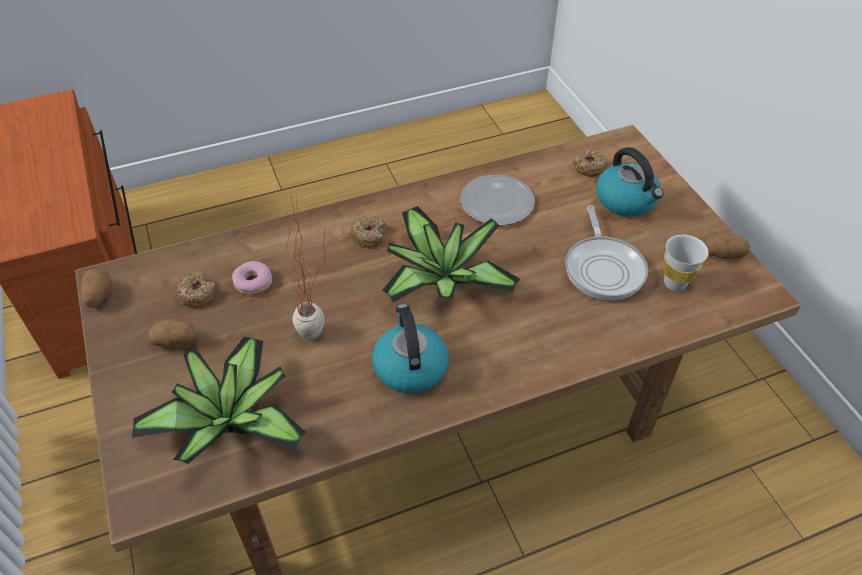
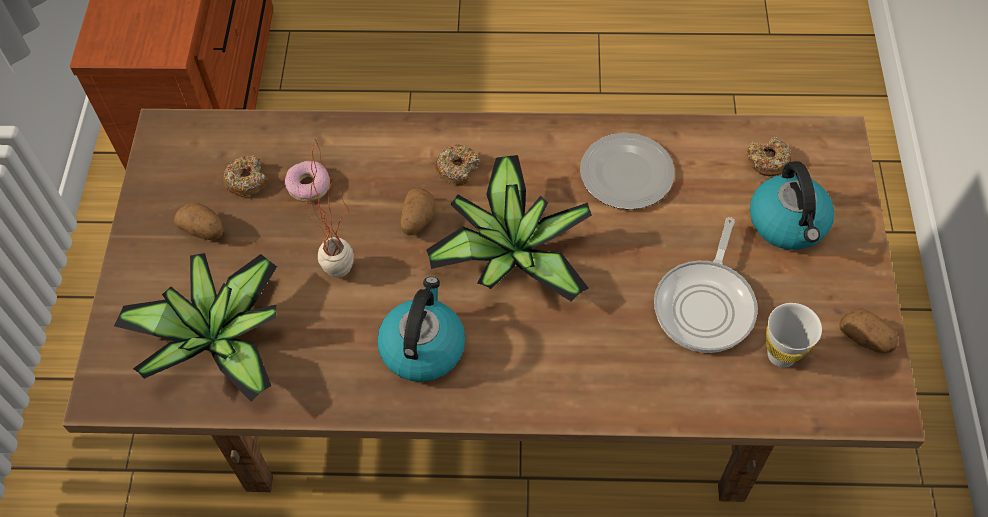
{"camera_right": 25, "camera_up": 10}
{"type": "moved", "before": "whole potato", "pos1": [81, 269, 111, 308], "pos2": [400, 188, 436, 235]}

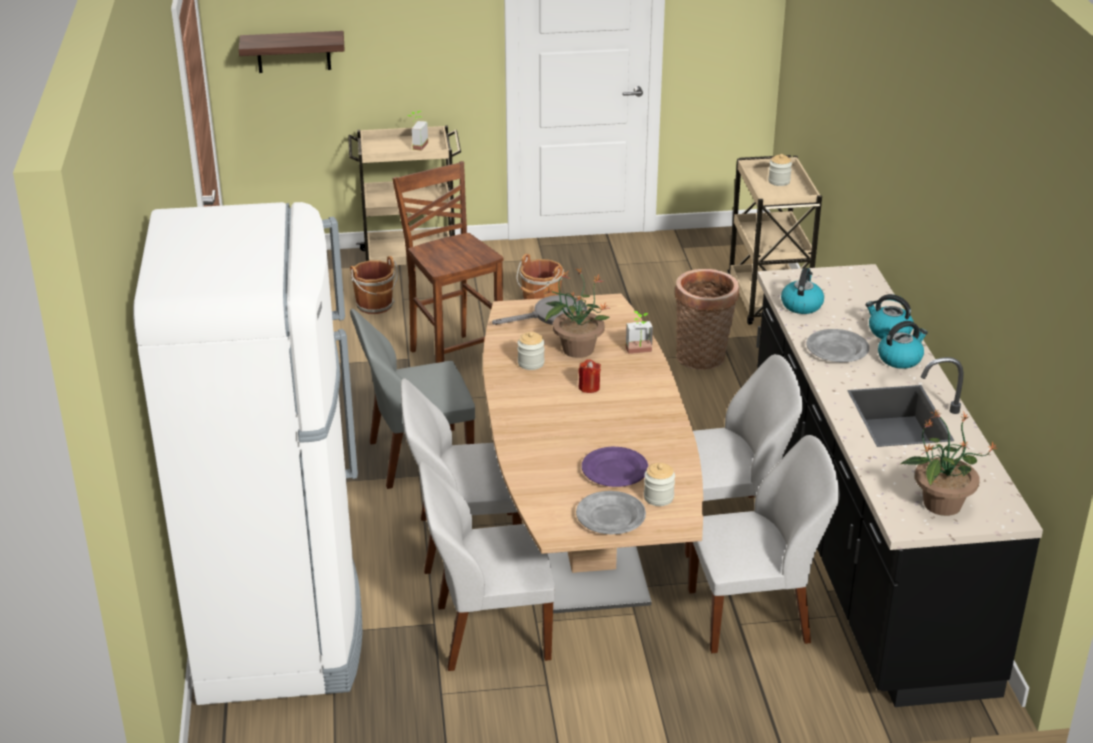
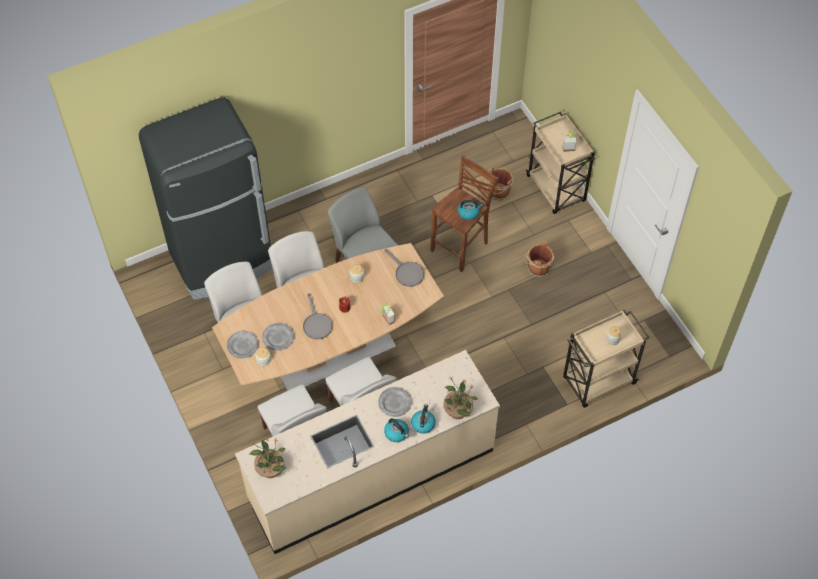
{"camera_right": 70, "camera_up": 25}
{"type": "removed", "before": "bracket shelf", "pos1": [238, 31, 345, 73]}
{"type": "removed", "before": "basket", "pos1": [675, 269, 739, 370]}
{"type": "added", "after": "frying pan (grey)", "pos2": [303, 293, 332, 340]}
{"type": "moved", "before": "potted plant", "pos1": [543, 268, 610, 358], "pos2": [443, 378, 478, 419]}
{"type": "moved", "before": "water kettle", "pos1": [781, 268, 824, 314], "pos2": [458, 200, 483, 220]}
{"type": "recoloured", "before": "fridge (white-coloured)", "after": "fridge (black)", "pos1": [133, 202, 363, 705], "pos2": [139, 97, 272, 300]}
{"type": "recoloured", "before": "plate (purple)", "after": "plate (grey)", "pos1": [582, 447, 648, 487], "pos2": [262, 323, 294, 351]}
{"type": "recoloured", "before": "counter (black)", "after": "counter (beige-coloured)", "pos1": [756, 264, 1043, 707], "pos2": [235, 350, 500, 554]}

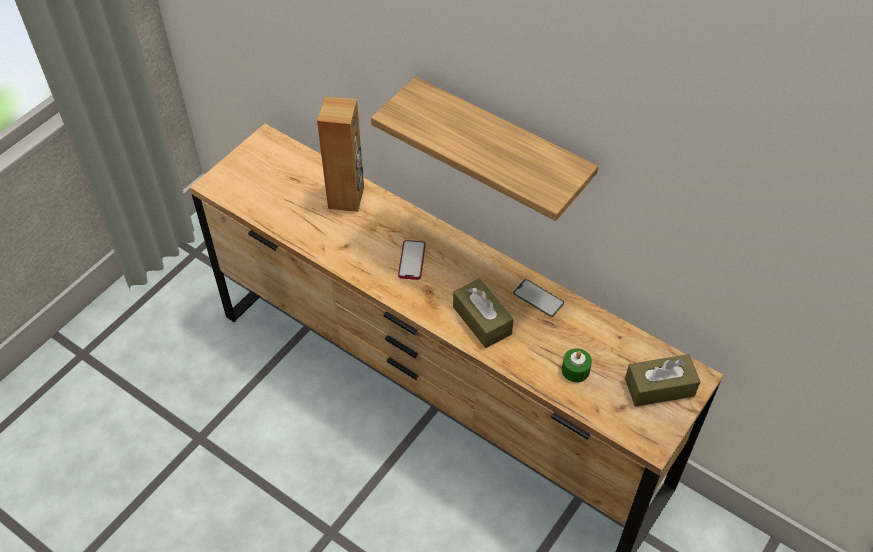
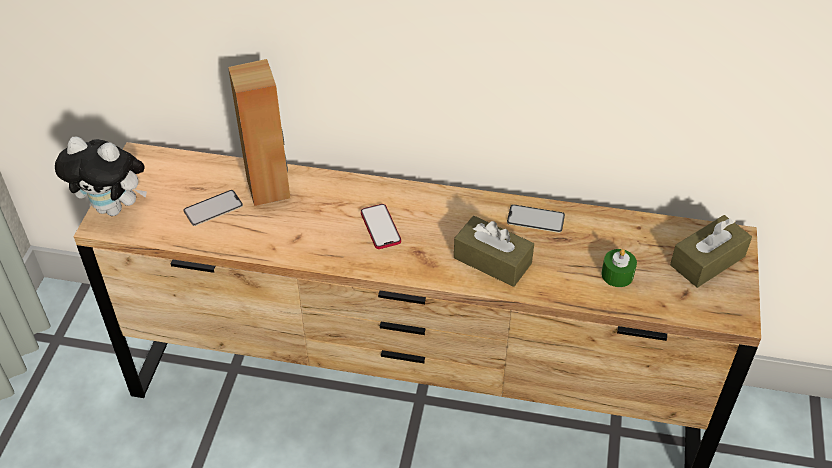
{"camera_right": -25, "camera_up": -5}
{"type": "removed", "before": "bracket shelf", "pos1": [371, 77, 598, 221]}
{"type": "added", "after": "soft toy", "pos2": [55, 137, 147, 216]}
{"type": "added", "after": "phone", "pos2": [184, 190, 243, 226]}

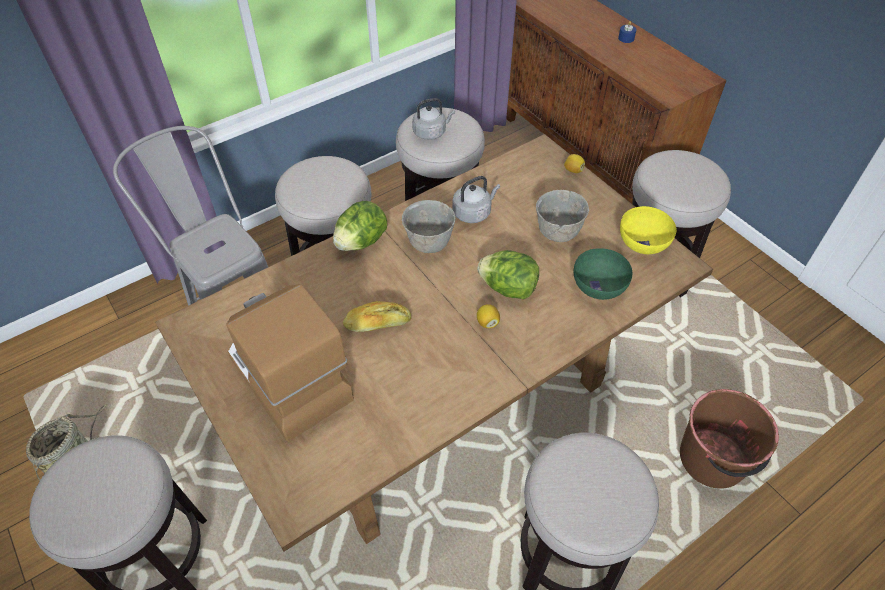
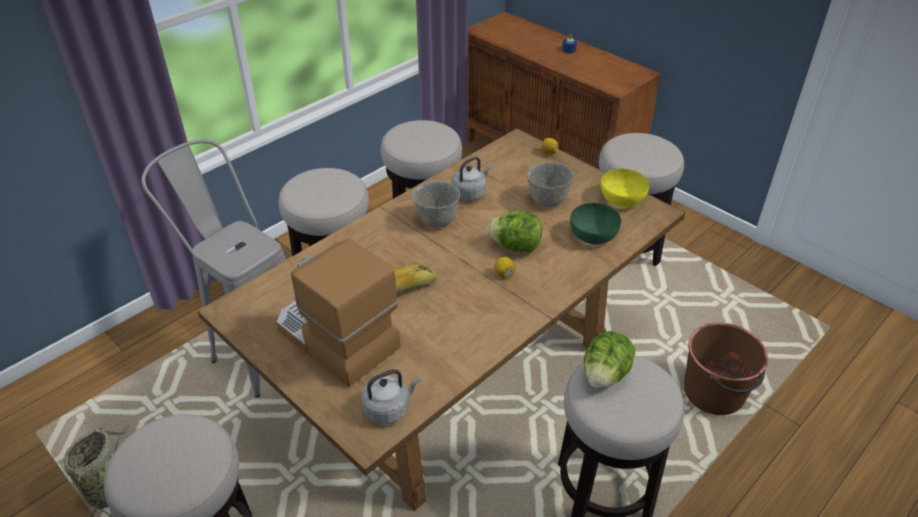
{"camera_right": -10, "camera_up": -10}
{"type": "moved", "before": "lettuce", "pos1": [333, 201, 387, 251], "pos2": [584, 331, 635, 388]}
{"type": "moved", "before": "water kettle (grey)", "pos1": [412, 98, 455, 140], "pos2": [361, 369, 421, 424]}

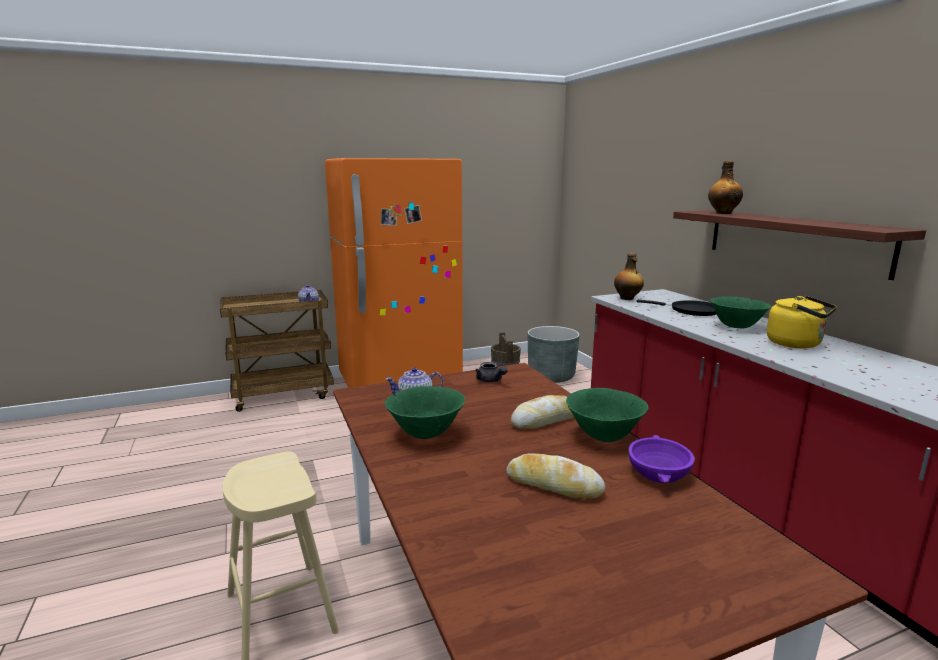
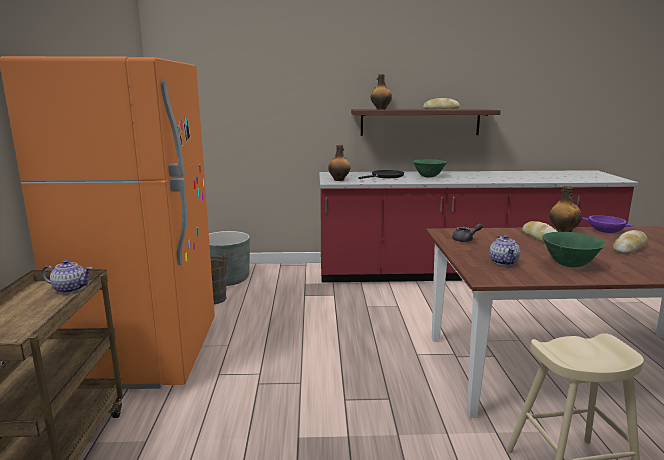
{"camera_right": -70, "camera_up": 0}
{"type": "removed", "before": "water kettle (yellow)", "pos1": [767, 296, 837, 349]}
{"type": "added", "after": "bakery bread", "pos2": [423, 98, 460, 109]}
{"type": "replaced", "before": "serving bowl (greenish)", "after": "drink bottle", "pos1": [566, 388, 649, 442], "pos2": [549, 185, 582, 232]}

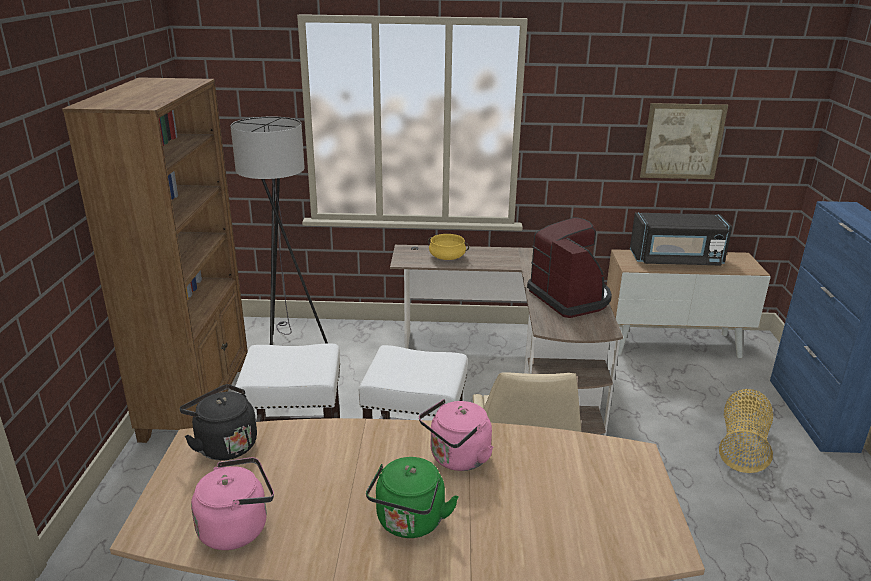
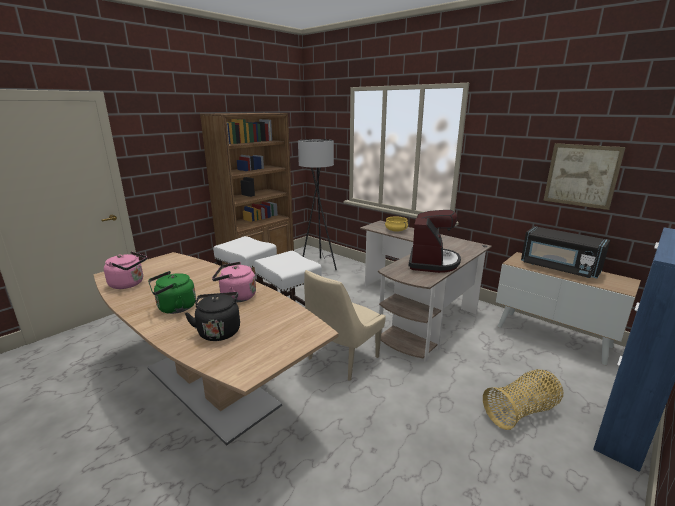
{"camera_right": 40, "camera_up": -5}
{"type": "moved", "before": "water kettle (black)", "pos1": [180, 384, 257, 461], "pos2": [184, 292, 240, 341]}

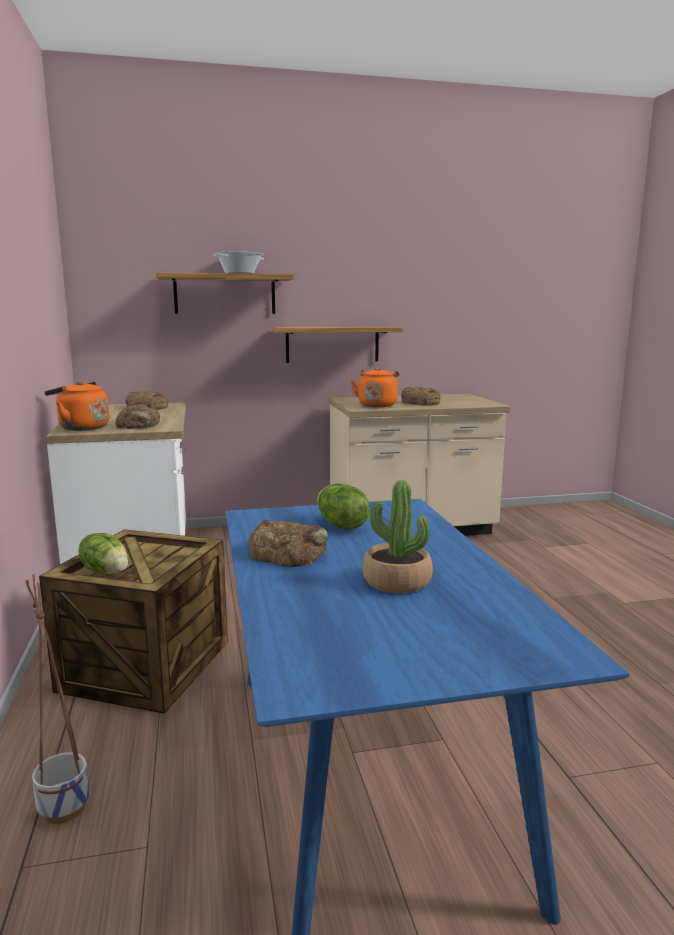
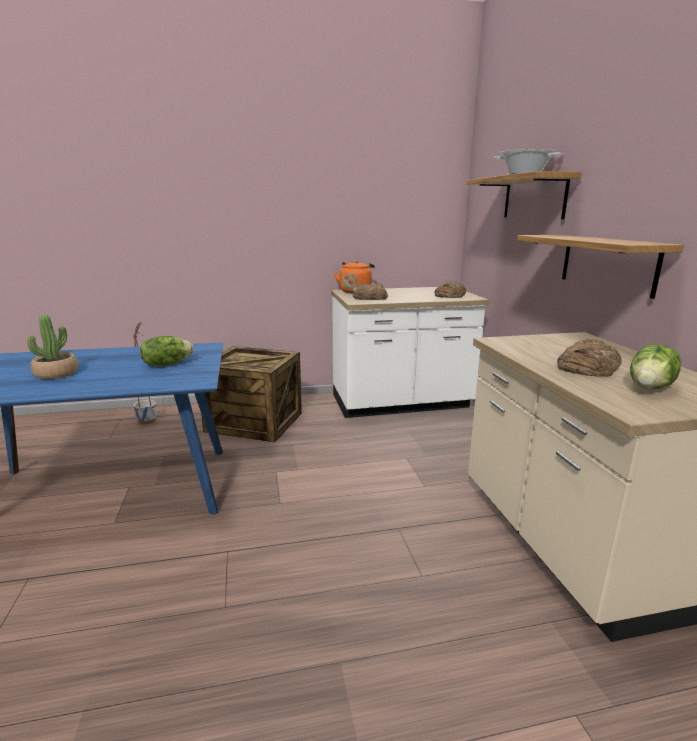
{"camera_right": 90, "camera_up": 5}
{"type": "removed", "before": "bakery bread", "pos1": [248, 519, 328, 567]}
{"type": "removed", "before": "water kettle (orange)", "pos1": [350, 367, 400, 407]}
{"type": "moved", "before": "lettuce", "pos1": [78, 533, 128, 575], "pos2": [630, 344, 682, 389]}

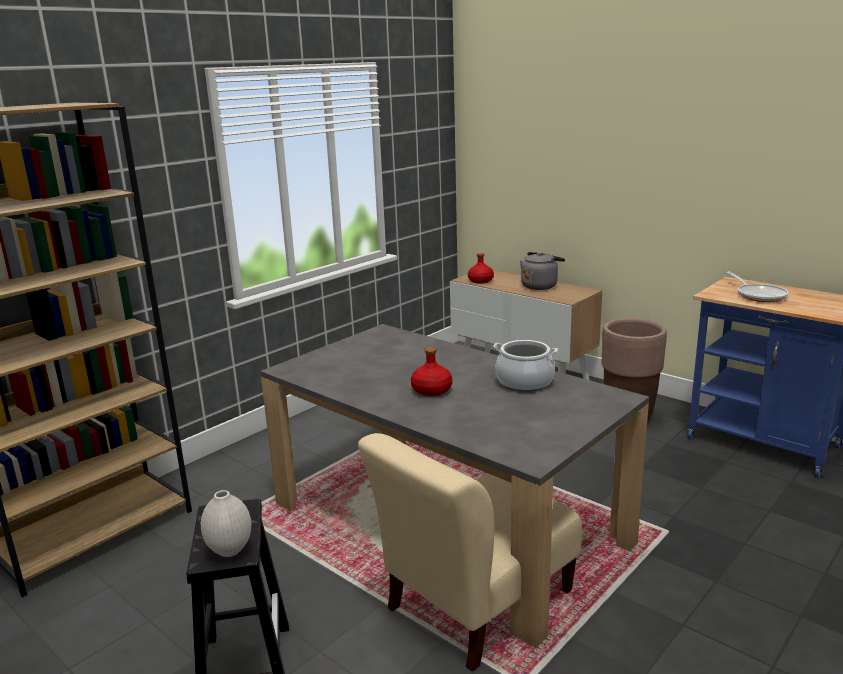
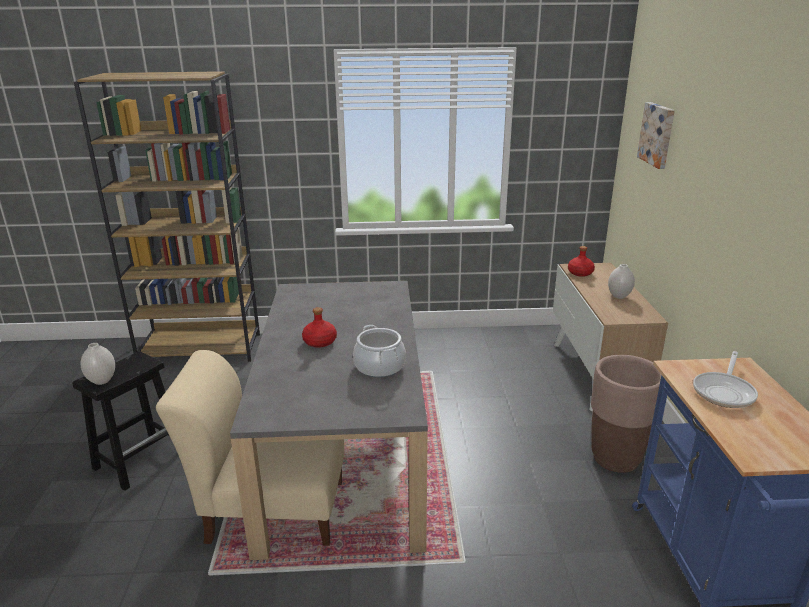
{"camera_right": 45, "camera_up": 5}
{"type": "added", "after": "wall picture", "pos2": [637, 102, 675, 169]}
{"type": "replaced", "before": "water kettle (grey)", "after": "vase (white-coloured)", "pos1": [520, 252, 565, 290], "pos2": [608, 264, 635, 299]}

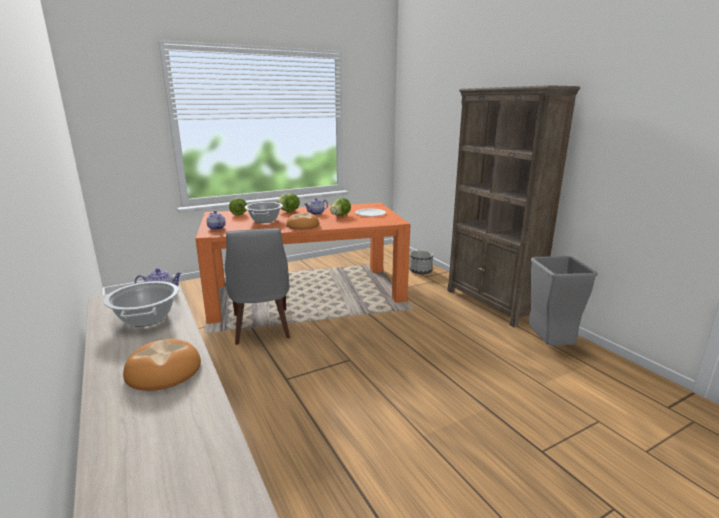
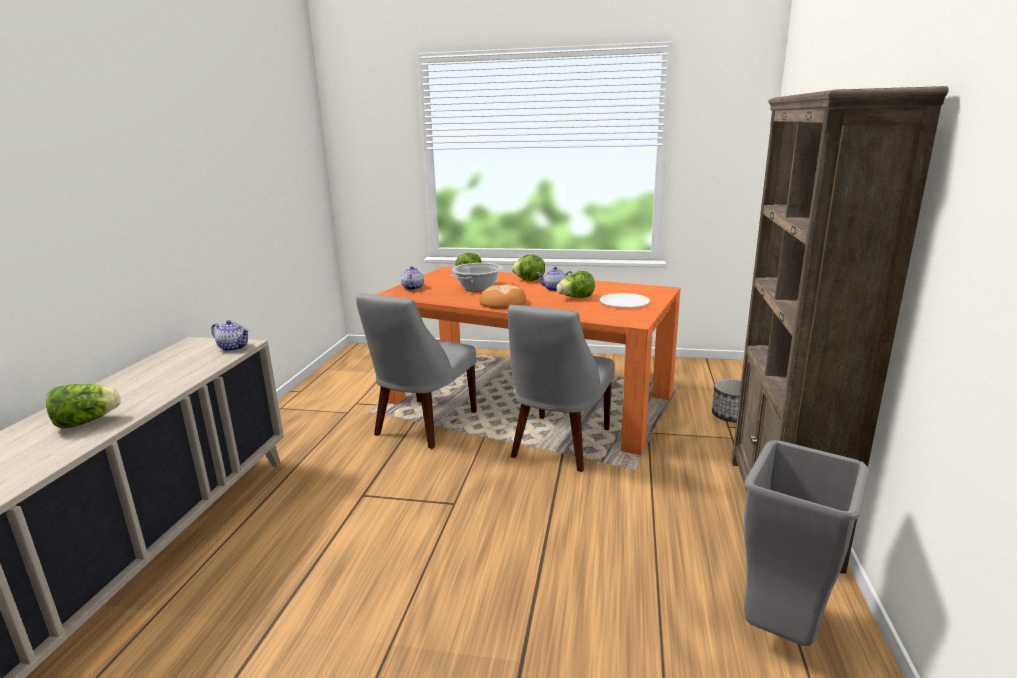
{"camera_right": 40, "camera_up": 0}
{"type": "removed", "before": "saucepot", "pos1": [103, 281, 179, 327]}
{"type": "added", "after": "upright chair (grey)", "pos2": [508, 305, 615, 472]}
{"type": "replaced", "before": "bakery bread", "after": "lettuce", "pos1": [123, 339, 201, 391], "pos2": [46, 384, 120, 429]}

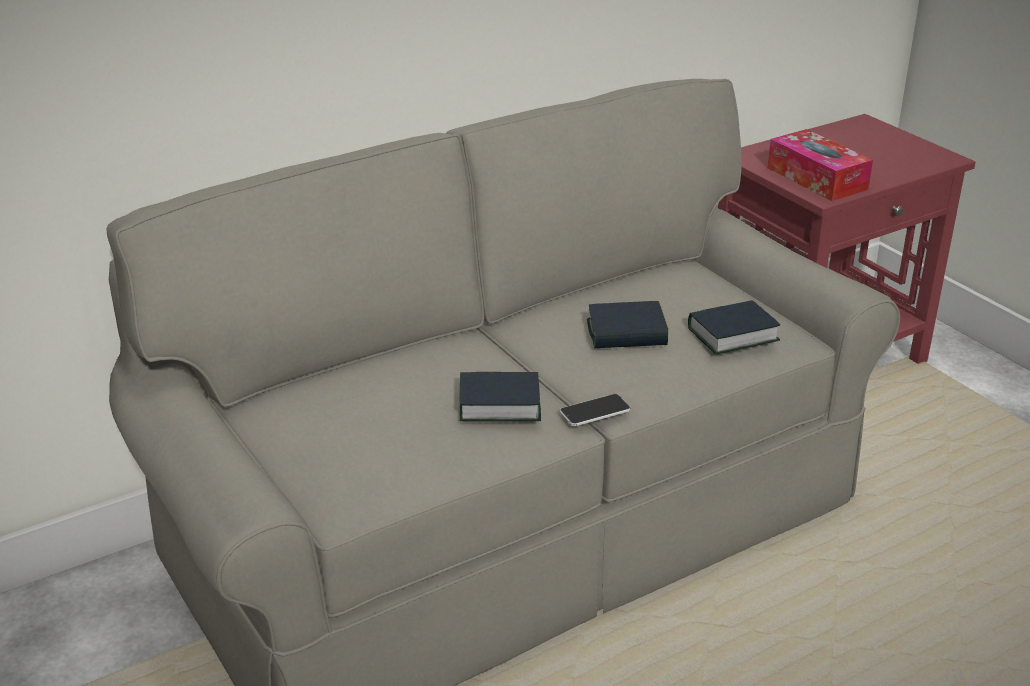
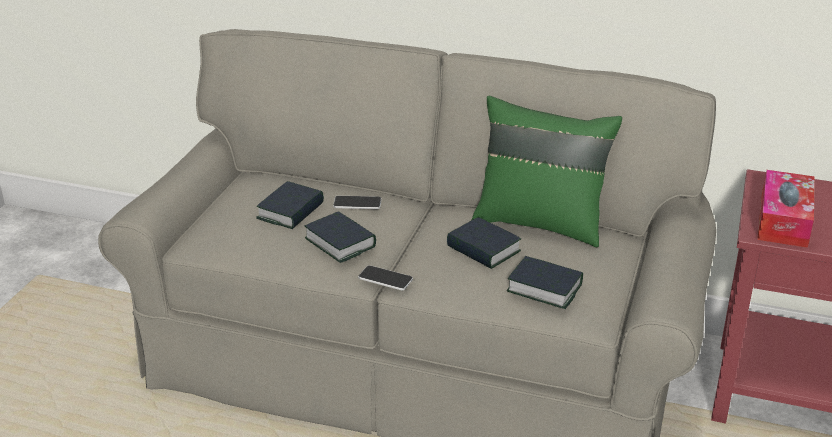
{"camera_right": 50, "camera_up": 0}
{"type": "added", "after": "volume", "pos2": [256, 181, 324, 229]}
{"type": "added", "after": "phone", "pos2": [333, 196, 381, 209]}
{"type": "added", "after": "cushion (greenish)", "pos2": [472, 96, 622, 247]}

